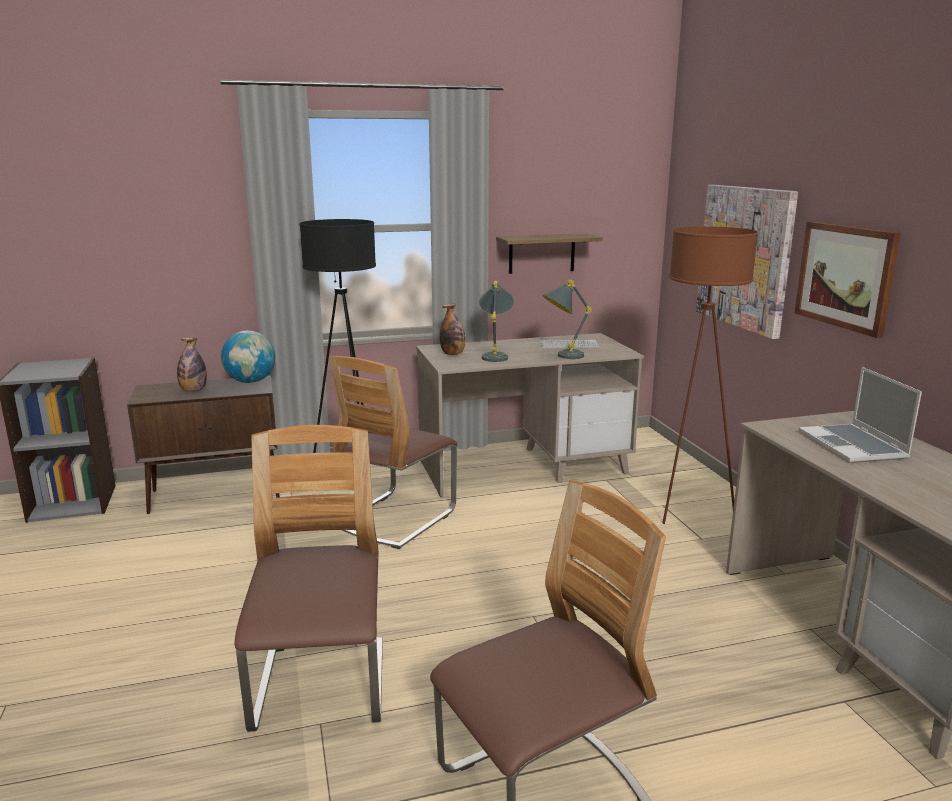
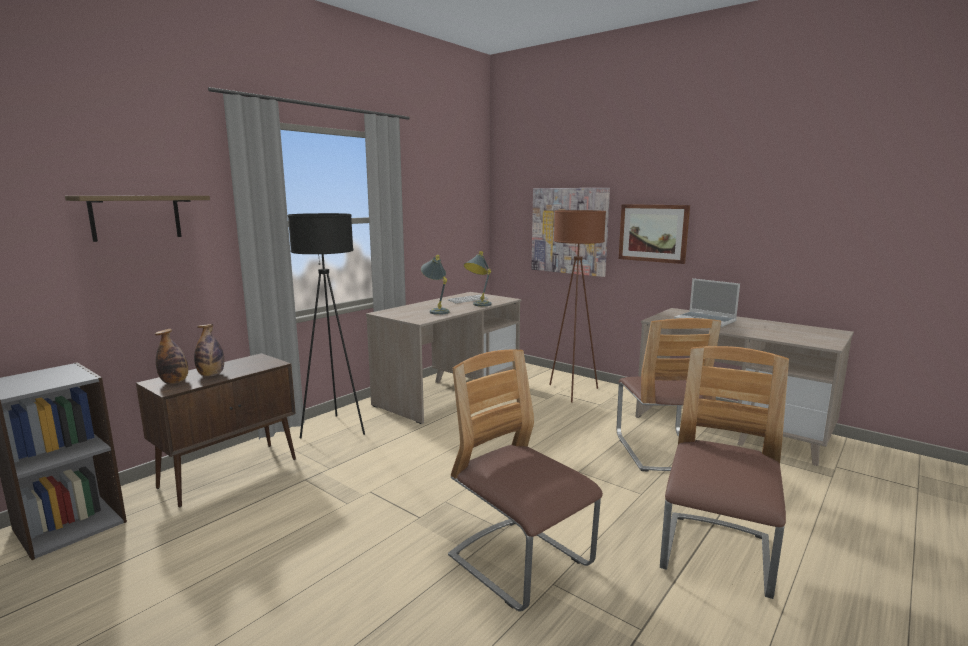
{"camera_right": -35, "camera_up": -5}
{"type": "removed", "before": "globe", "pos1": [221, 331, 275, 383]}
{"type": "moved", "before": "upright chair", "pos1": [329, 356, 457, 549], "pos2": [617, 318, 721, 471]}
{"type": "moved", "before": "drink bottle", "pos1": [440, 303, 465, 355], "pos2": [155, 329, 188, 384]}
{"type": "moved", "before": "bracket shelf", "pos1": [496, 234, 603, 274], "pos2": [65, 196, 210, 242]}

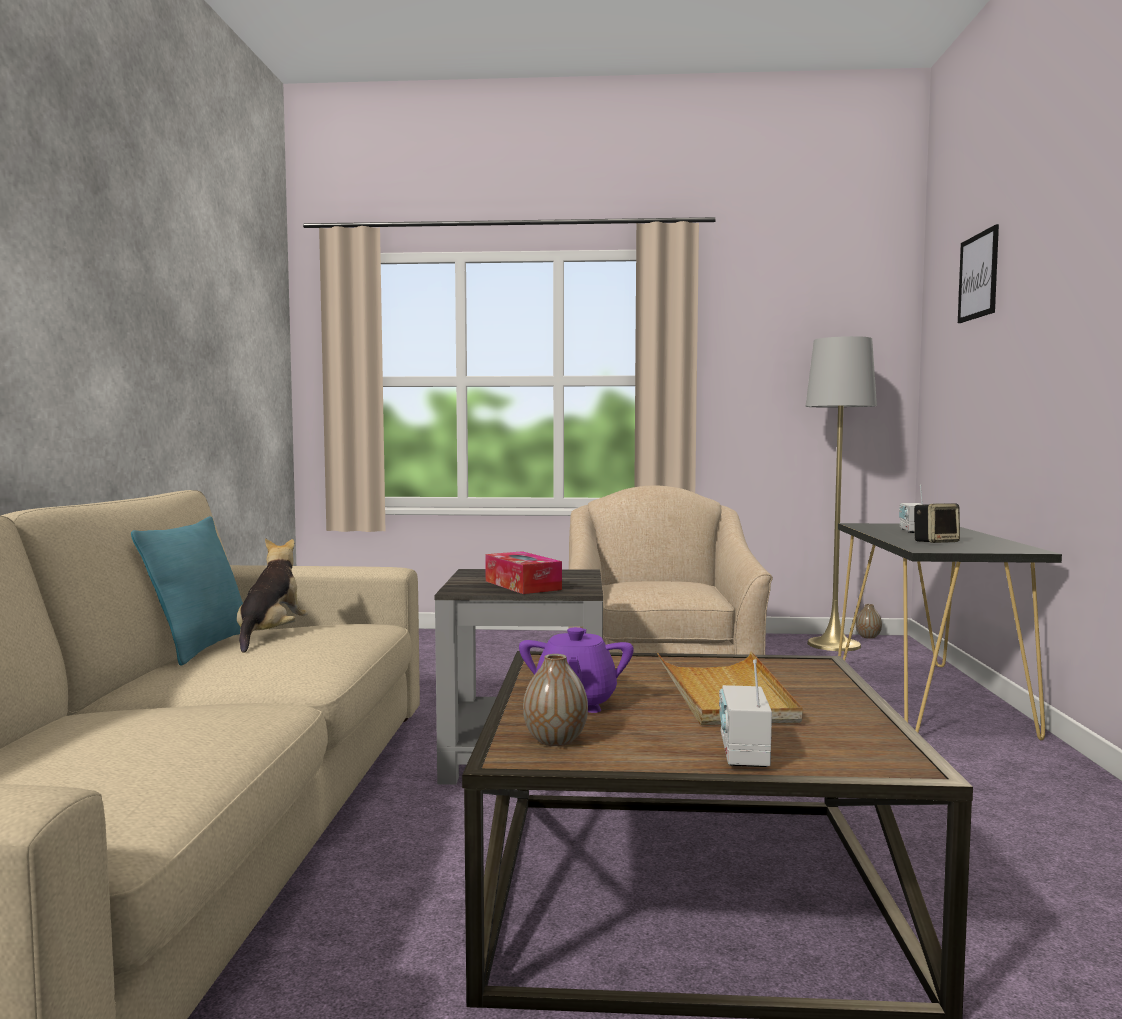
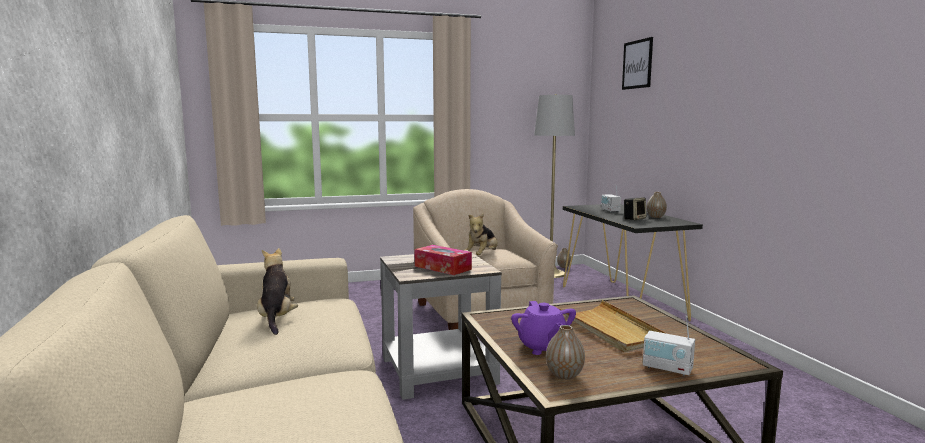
{"camera_right": -20, "camera_up": 5}
{"type": "removed", "before": "cushion (turquoise)", "pos1": [131, 516, 243, 666]}
{"type": "added", "after": "soft toy", "pos2": [464, 213, 498, 255]}
{"type": "added", "after": "vase", "pos2": [647, 192, 667, 218]}
{"type": "turned", "before": "radio set", "pos1": [719, 660, 772, 767], "pos2": [643, 316, 695, 376], "turn": -45}

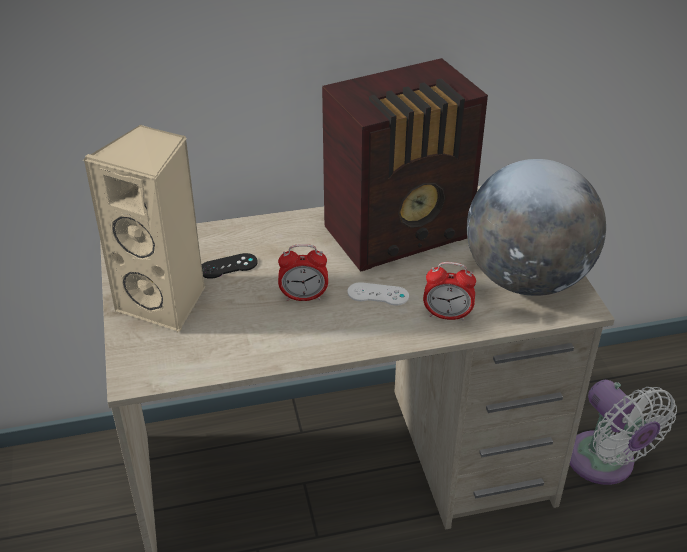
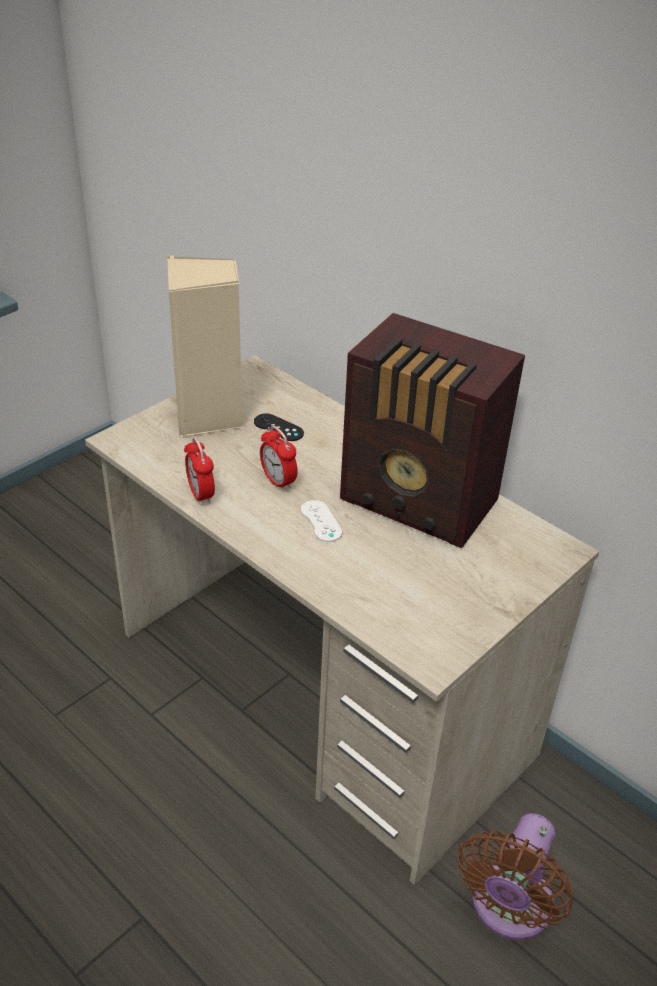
{"camera_right": 55, "camera_up": 0}
{"type": "removed", "before": "globe", "pos1": [467, 159, 606, 296]}
{"type": "moved", "before": "table clock", "pos1": [423, 262, 476, 321], "pos2": [184, 437, 215, 506]}
{"type": "recoloured", "before": "fan (white-coloured)", "after": "fan (brown-coloured)", "pos1": [570, 380, 677, 485], "pos2": [458, 813, 573, 940]}

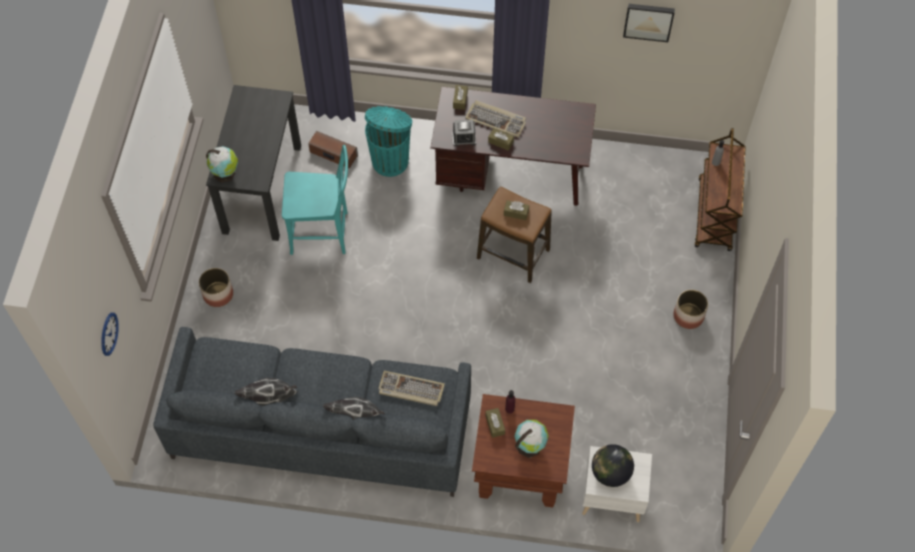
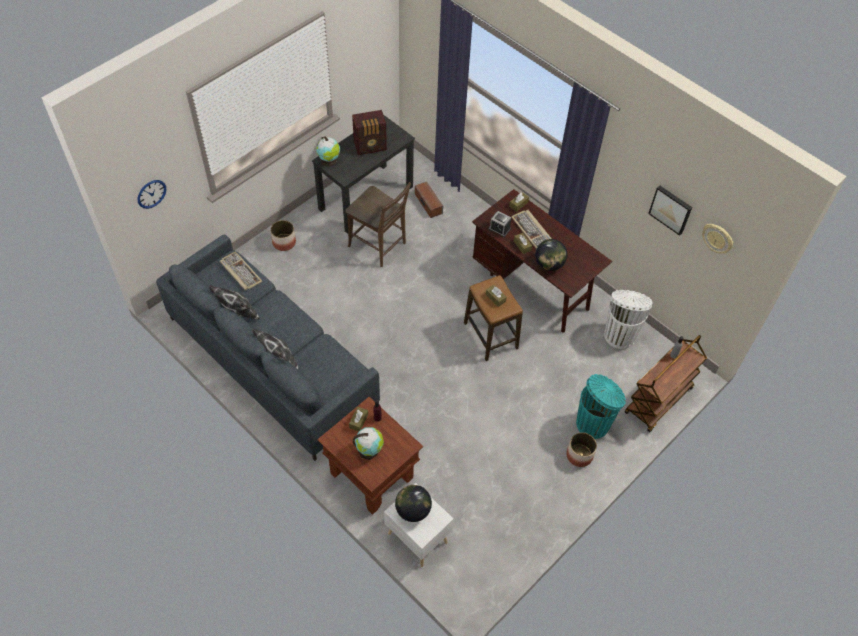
{"camera_right": 35, "camera_up": -5}
{"type": "added", "after": "radio set", "pos2": [352, 110, 387, 155]}
{"type": "added", "after": "globe", "pos2": [535, 239, 567, 271]}
{"type": "added", "after": "rubbish bin (white-coloured)", "pos2": [604, 290, 653, 349]}
{"type": "added", "after": "hanging clock", "pos2": [702, 224, 733, 254]}
{"type": "moved", "before": "rubbish bin (turquoise)", "pos1": [365, 106, 412, 177], "pos2": [576, 374, 626, 439]}
{"type": "moved", "before": "keyboard", "pos1": [378, 371, 445, 406], "pos2": [220, 251, 262, 291]}
{"type": "recoloured", "before": "upright chair (turquoise)", "after": "upright chair (brown-coloured)", "pos1": [282, 145, 348, 255], "pos2": [345, 182, 411, 267]}

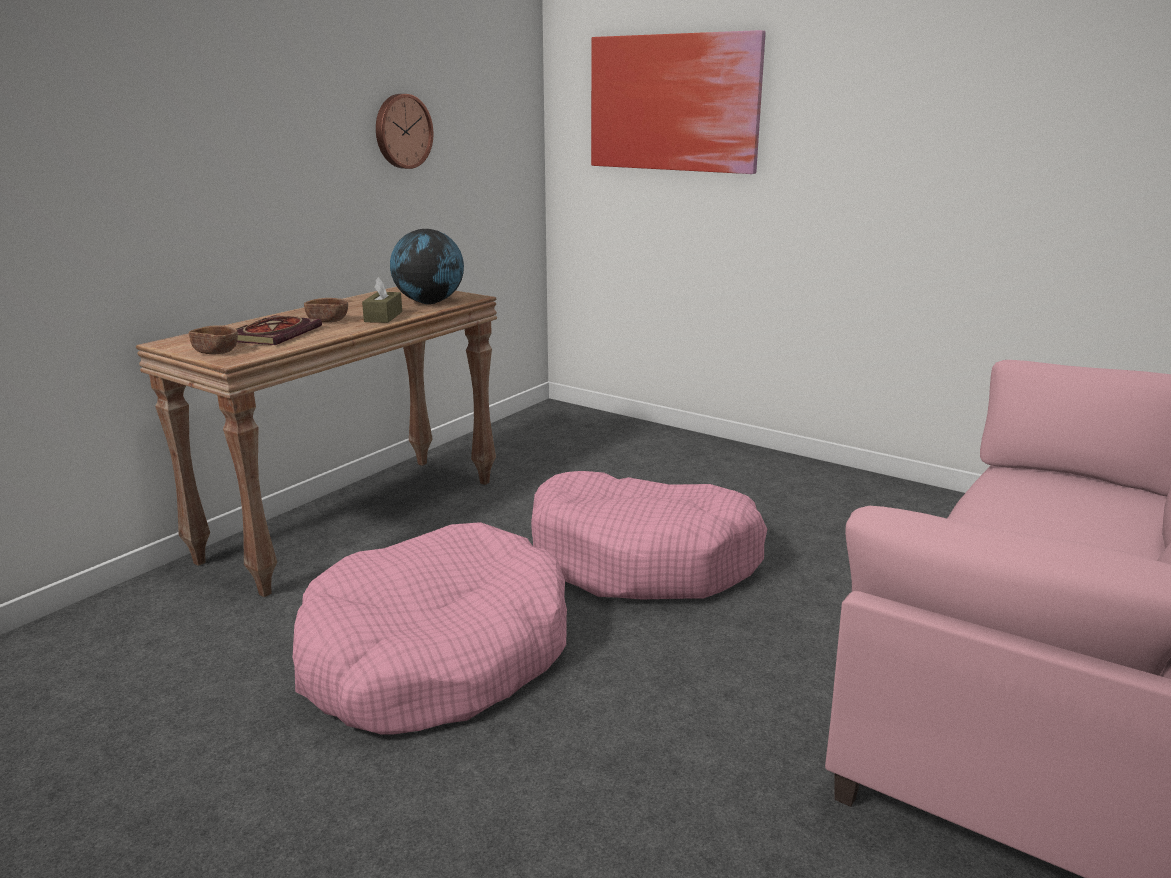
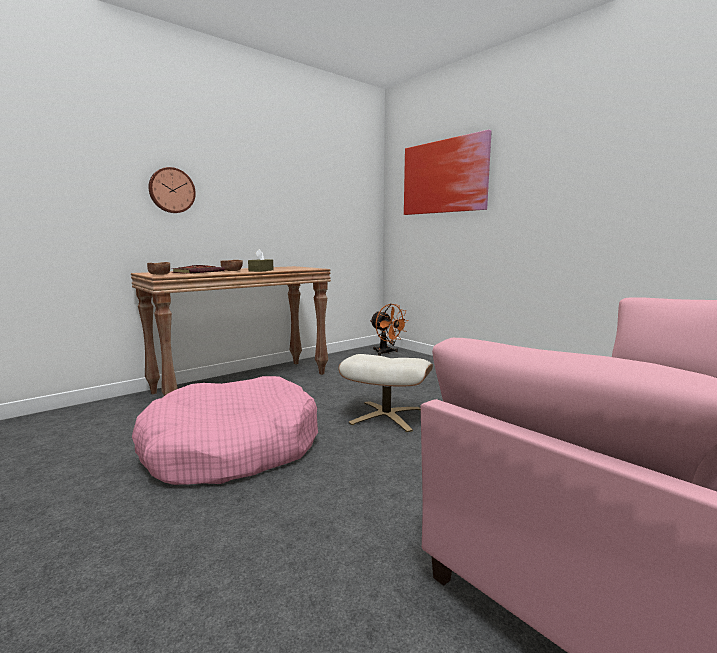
{"camera_right": 15, "camera_up": -10}
{"type": "removed", "before": "globe", "pos1": [390, 229, 464, 304]}
{"type": "added", "after": "fan (orange)", "pos2": [370, 304, 409, 356]}
{"type": "moved", "before": "hanging clock", "pos1": [376, 94, 433, 169], "pos2": [148, 167, 196, 213]}
{"type": "replaced", "before": "dog cushion (pink)", "after": "footrest (beige-coloured)", "pos1": [531, 471, 767, 599], "pos2": [339, 354, 433, 432]}

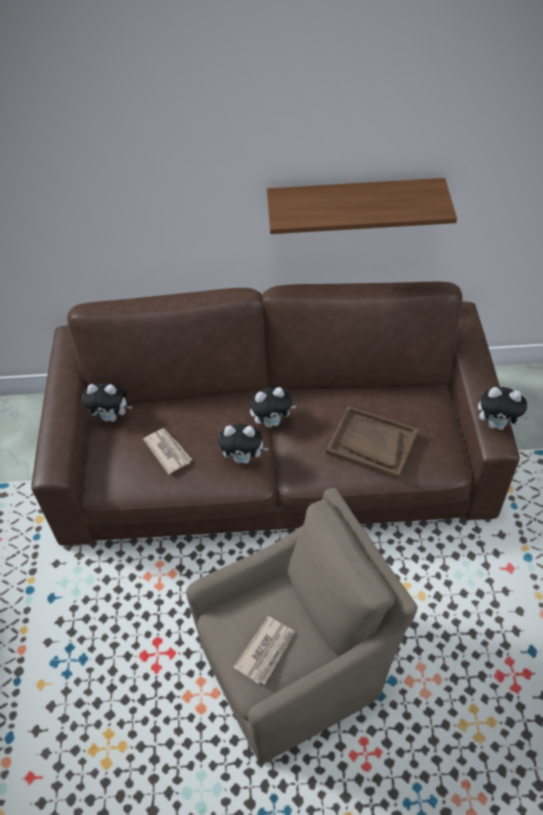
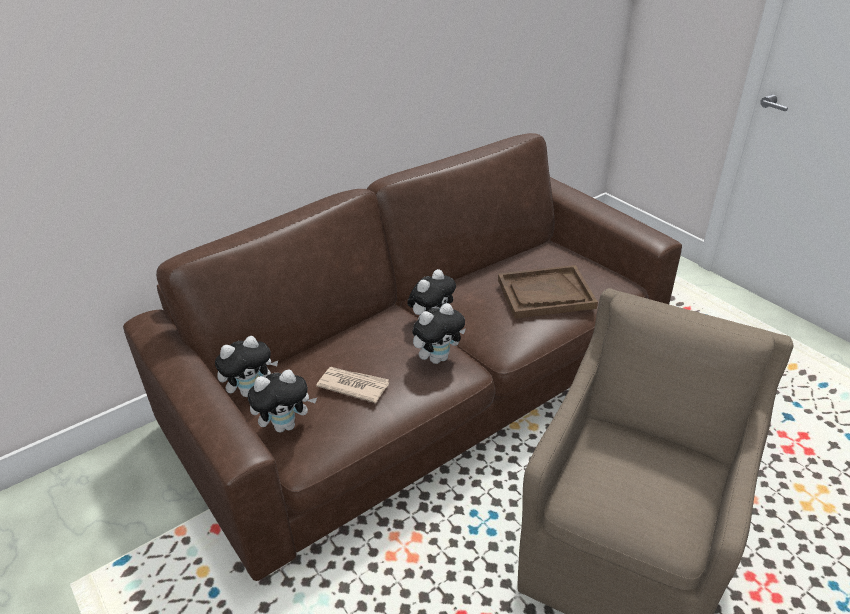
{"camera_right": -35, "camera_up": -15}
{"type": "removed", "before": "newspaper", "pos1": [233, 616, 295, 685]}
{"type": "removed", "before": "bracket shelf", "pos1": [267, 178, 457, 234]}
{"type": "moved", "before": "soft toy", "pos1": [478, 387, 529, 430], "pos2": [248, 370, 317, 432]}

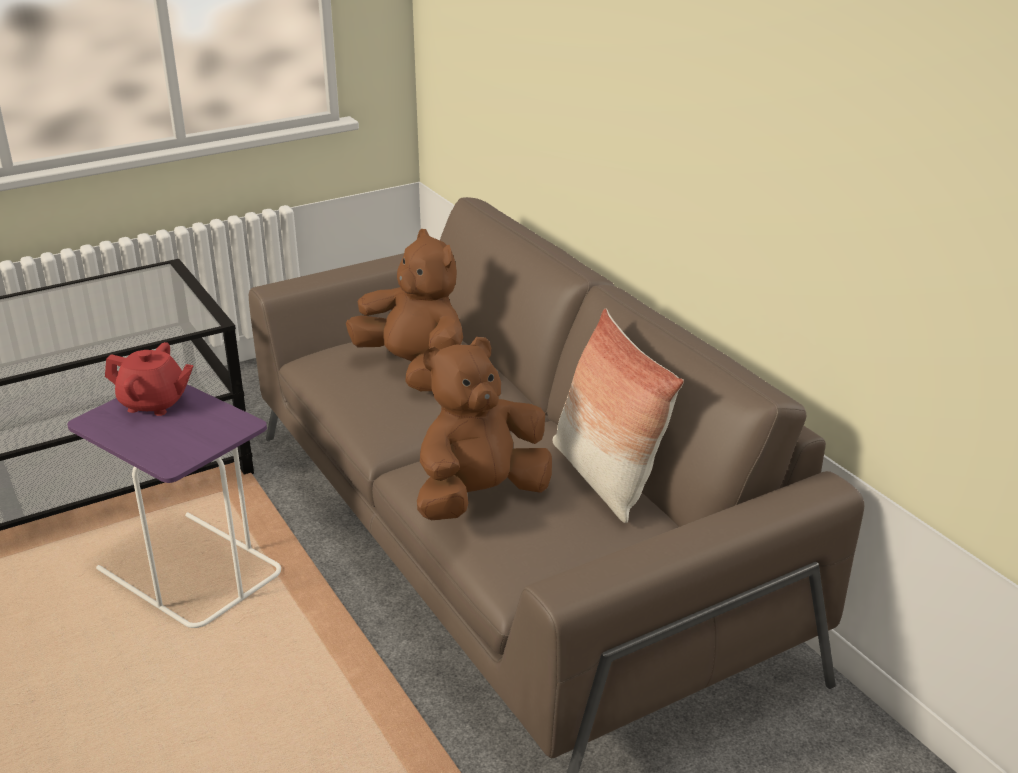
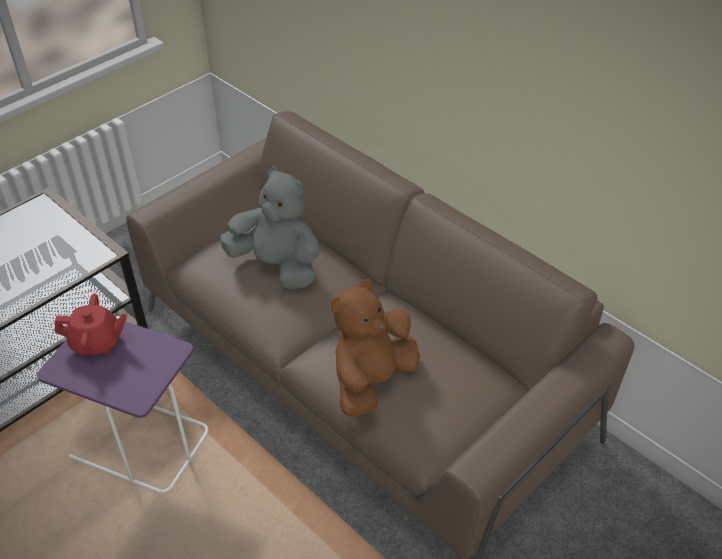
{"camera_right": -15, "camera_up": 15}
{"type": "removed", "before": "cushion", "pos1": [553, 308, 684, 523]}
{"type": "recoloured", "before": "soft toy (brown-coloured)", "after": "soft toy (grey)", "pos1": [346, 229, 463, 391], "pos2": [220, 166, 320, 290]}

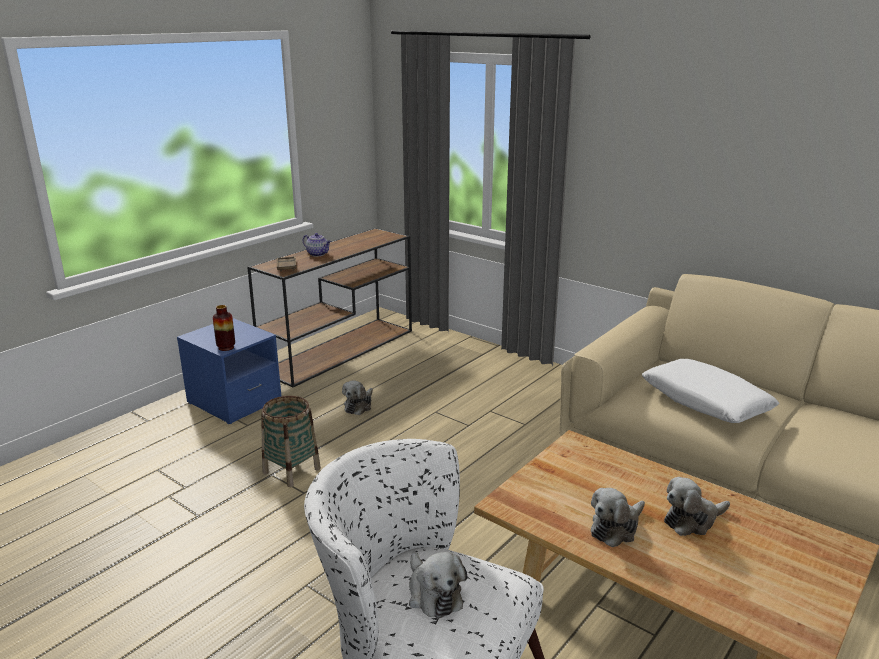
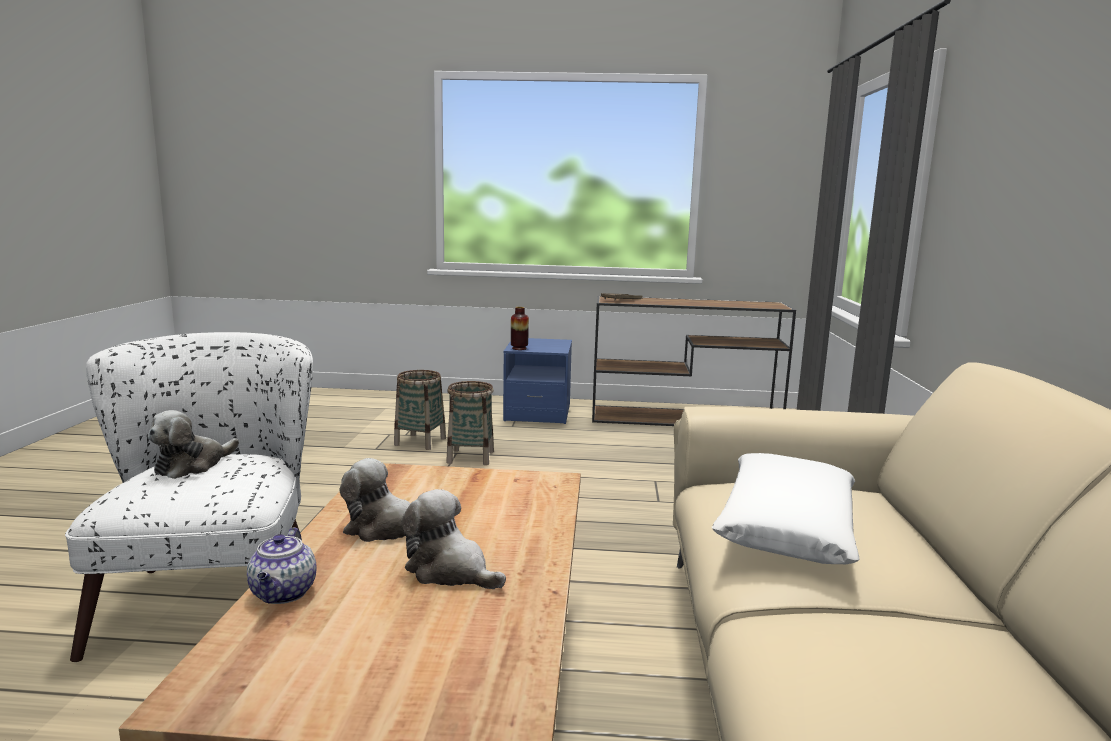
{"camera_right": 55, "camera_up": -10}
{"type": "removed", "before": "soft toy", "pos1": [342, 380, 373, 415]}
{"type": "added", "after": "basket", "pos2": [394, 370, 446, 450]}
{"type": "moved", "before": "teapot", "pos1": [303, 233, 331, 256], "pos2": [247, 527, 316, 604]}

